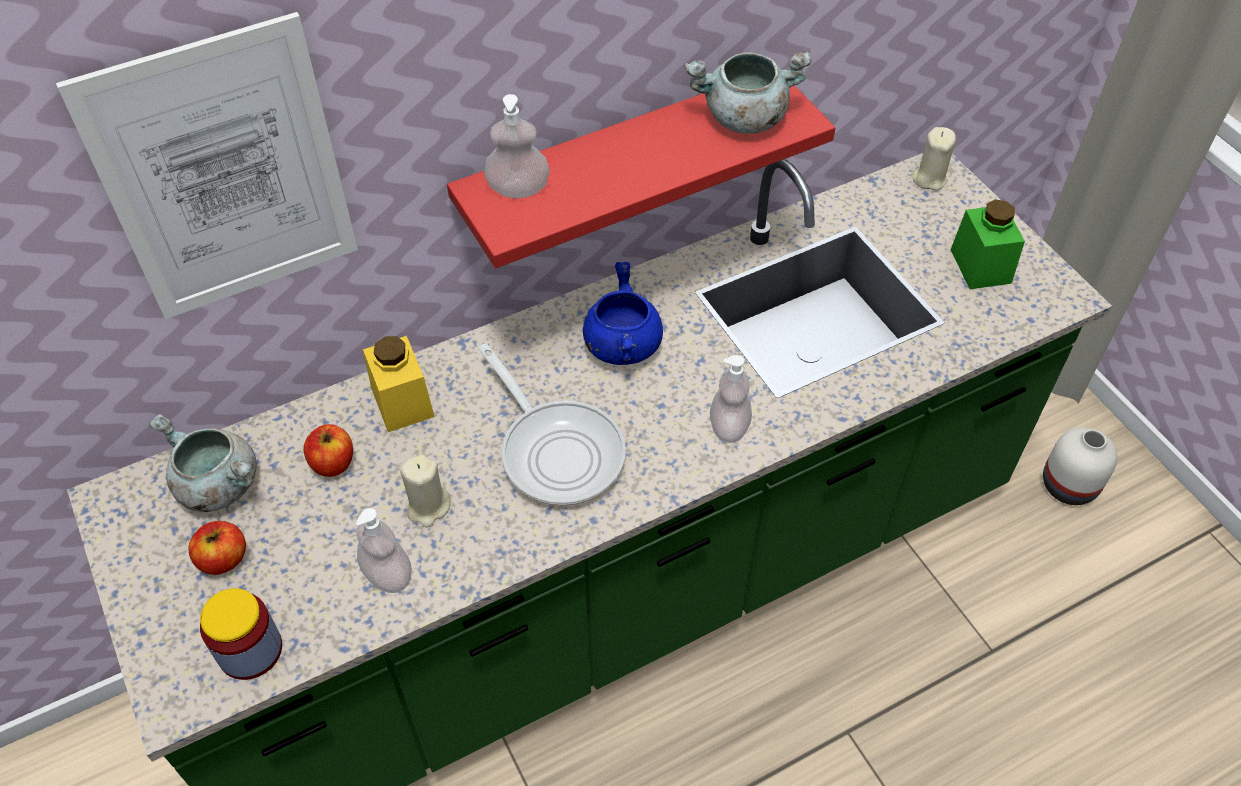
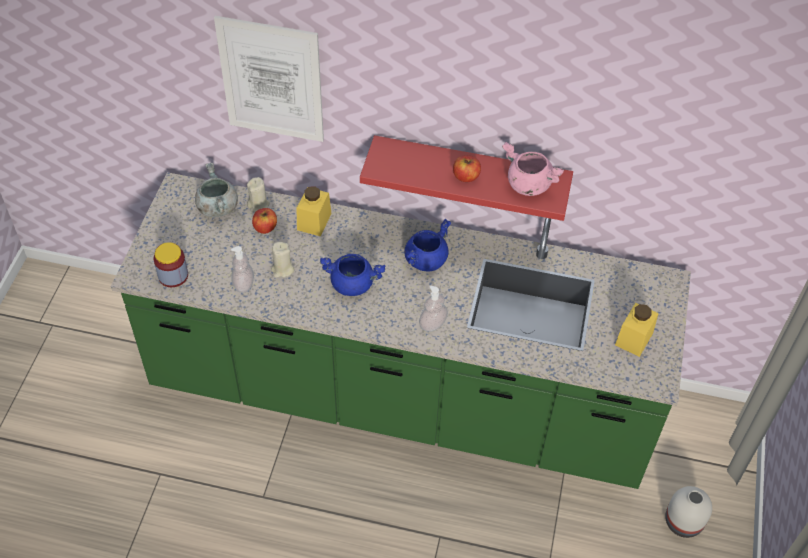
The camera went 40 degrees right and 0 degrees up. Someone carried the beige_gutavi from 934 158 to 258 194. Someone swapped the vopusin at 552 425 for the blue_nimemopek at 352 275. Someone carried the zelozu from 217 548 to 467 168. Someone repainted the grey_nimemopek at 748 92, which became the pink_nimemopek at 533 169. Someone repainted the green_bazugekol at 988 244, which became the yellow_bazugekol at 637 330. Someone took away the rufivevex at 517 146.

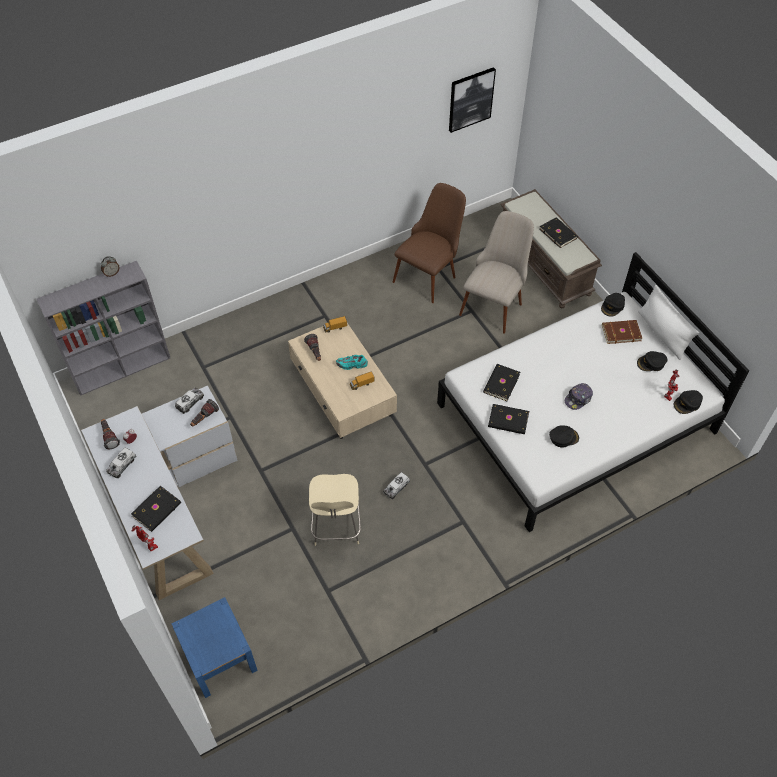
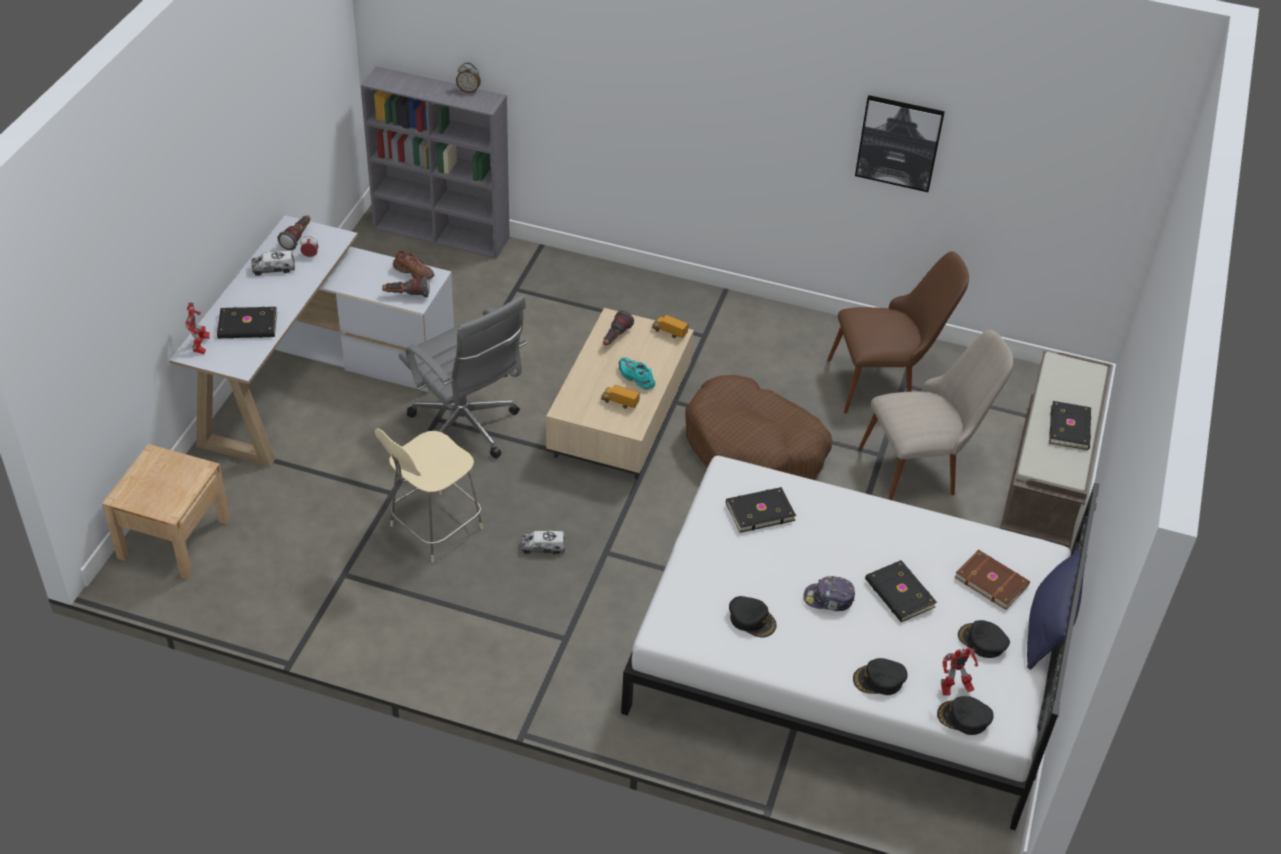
The camera went 45 degrees right and 10 degrees down. Someone repainted the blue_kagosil at 215 647, which became the beige_kagosil at 166 511. Someone swapped the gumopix at 189 400 for the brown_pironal at 413 265. Someone put down the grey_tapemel at 463 376. Someone put down the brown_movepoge at 758 427. Someone carried the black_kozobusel from 613 305 to 880 676. Someone carried the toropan from 472 100 to 900 143. Someone carried the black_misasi from 508 419 to 901 591. Someone repainted the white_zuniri at 668 322, which became the blue_zuniri at 1057 609.

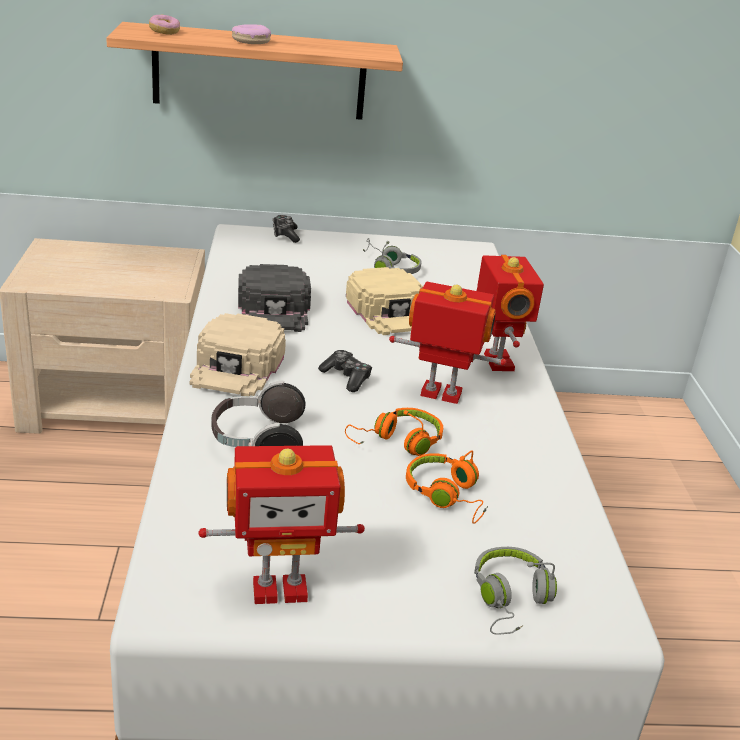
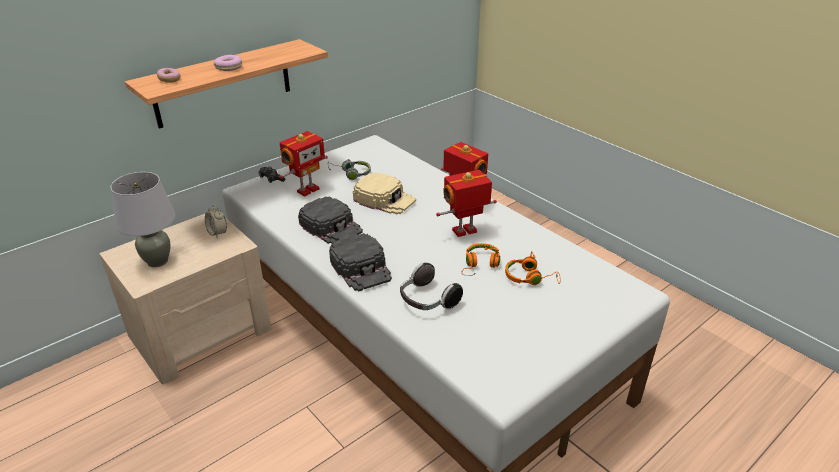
The camera went 35 degrees left and 5 degrees up. Someone put down the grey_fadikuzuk at 143 219. Someone put down the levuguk at 216 221. Someone carried the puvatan from 281 524 to 303 163. Someone repainted the beige_kozobusel at 238 354, which became the black_kozobusel at 360 262. Someone took away the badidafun at 345 371. Someone took away the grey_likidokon at 515 591.

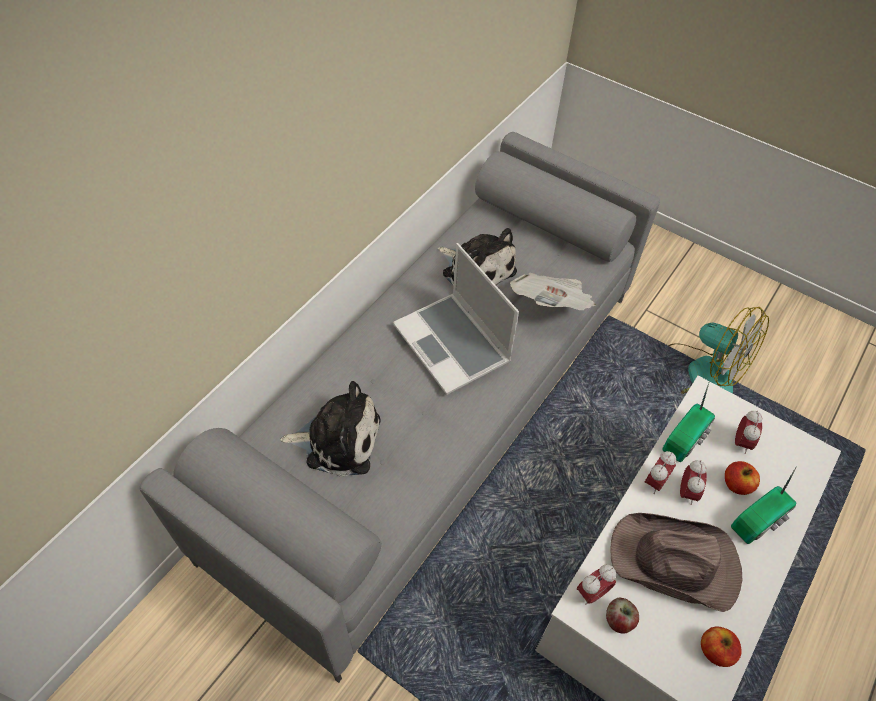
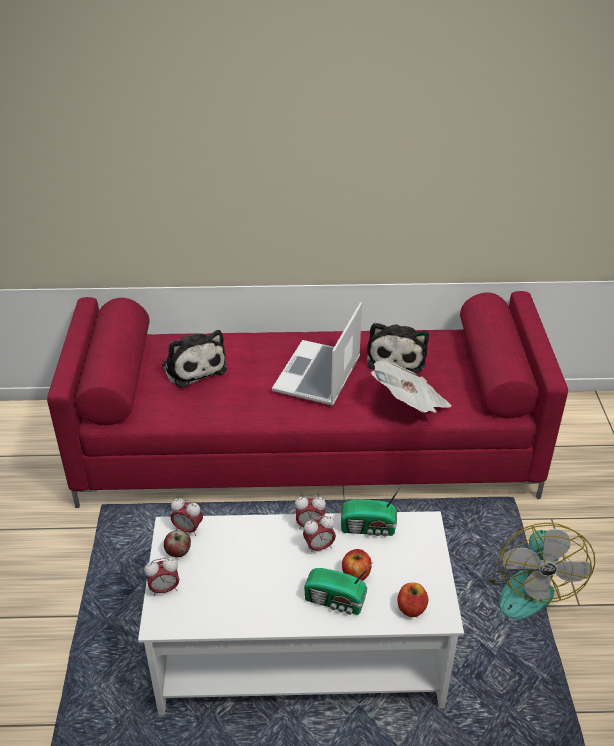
The camera went 55 degrees right and 15 degrees down. Someone repainted the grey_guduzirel at 399 407, which became the red_guduzirel at 307 399. Someone carried the levuguk from 748 432 to 161 576. Someone carried the zelozu from 721 647 to 412 599. Someone took away the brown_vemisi at 676 562.

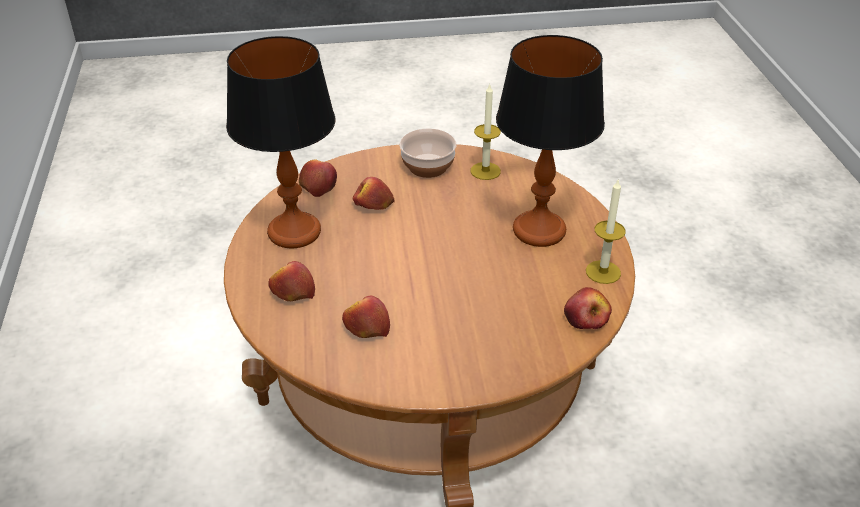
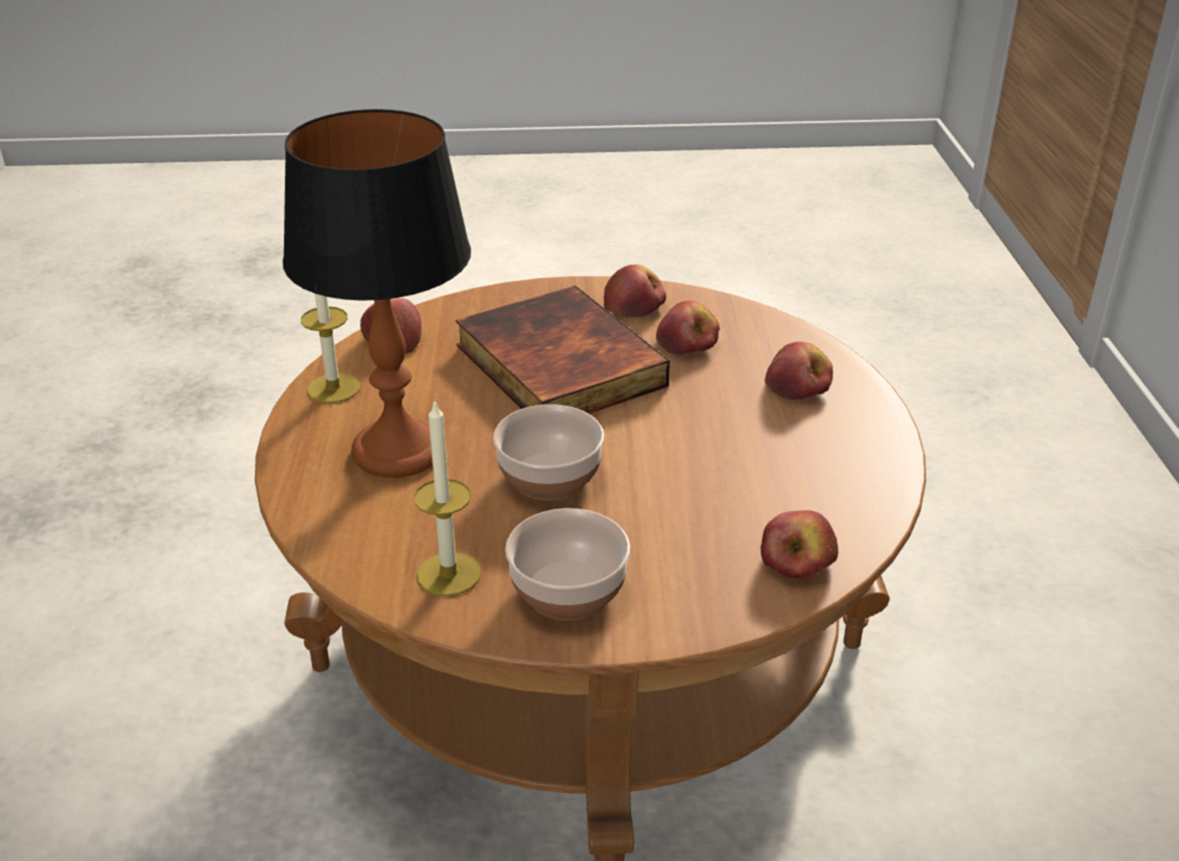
The camera went 175 degrees left and 5 degrees down. Someone put down the misasi at 563 349. Someone put down the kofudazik at 548 452. Someone carried the zelozu from 374 193 to 635 291. Someone took away the fadikuzuk at 281 142.

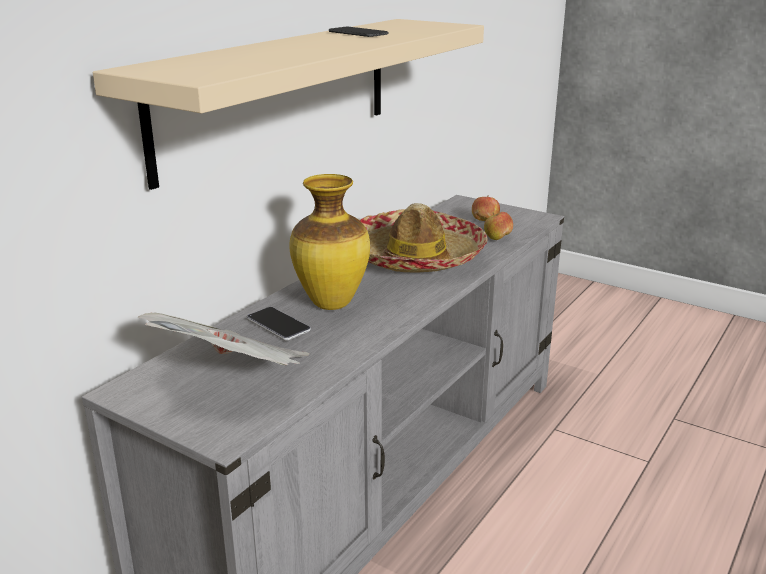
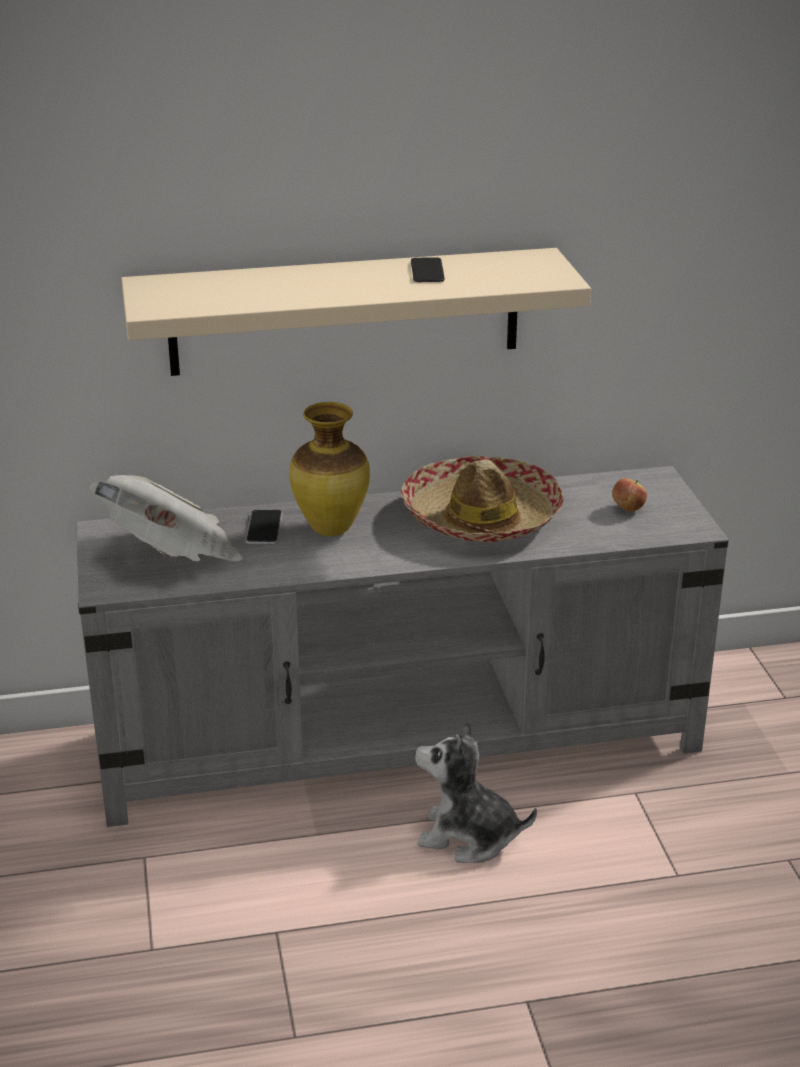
The camera went 45 degrees right and 5 degrees up. Someone put down the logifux at 476 792. Someone took away the zelozu at 498 226.

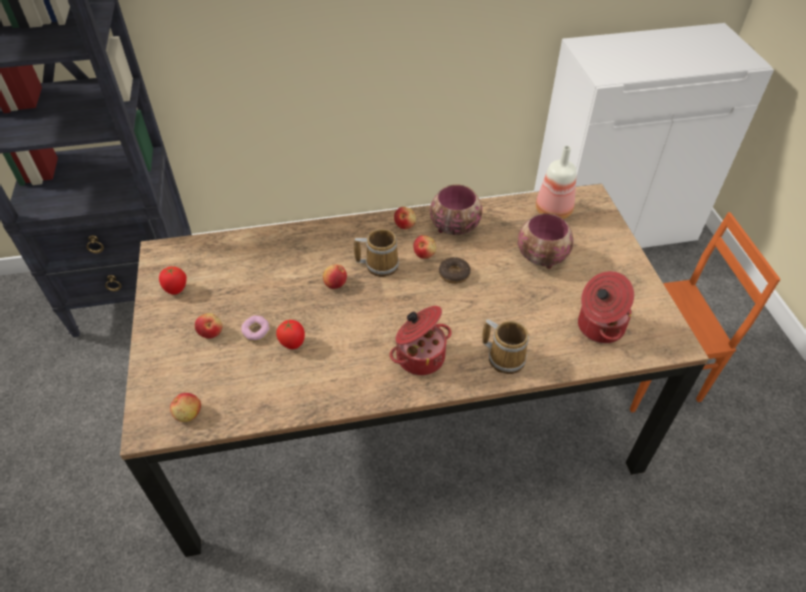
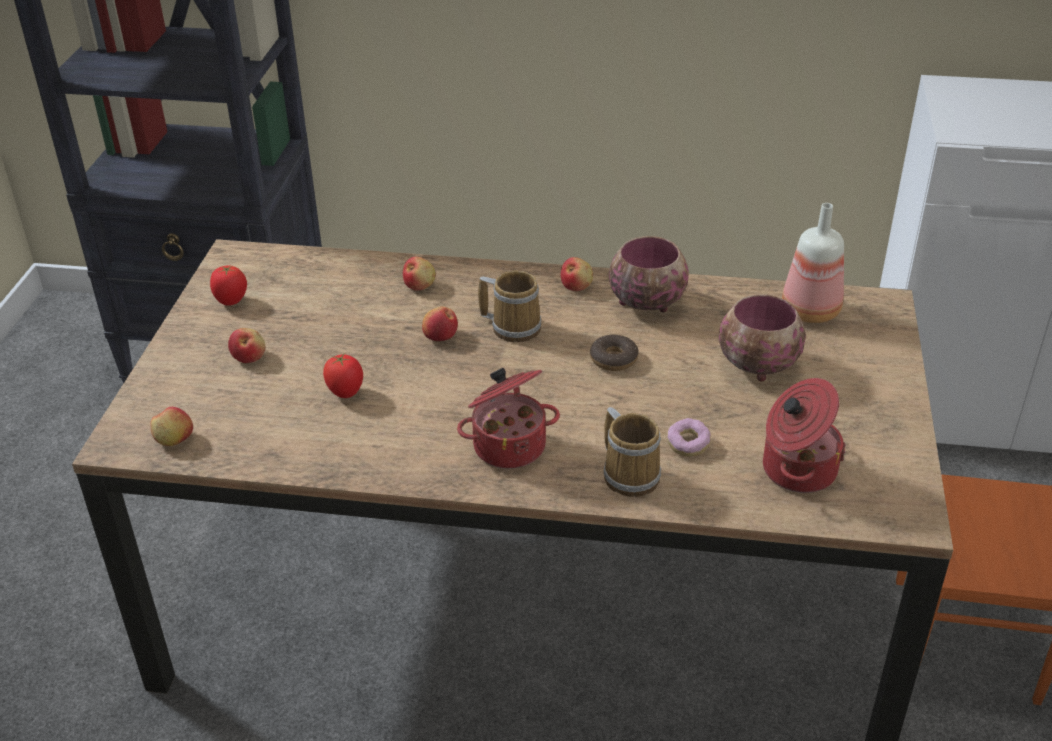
The camera went 20 degrees right and 10 degrees down. Someone carried the zelozu from 424 247 to 419 274. Someone carried the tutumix from 255 329 to 689 437.

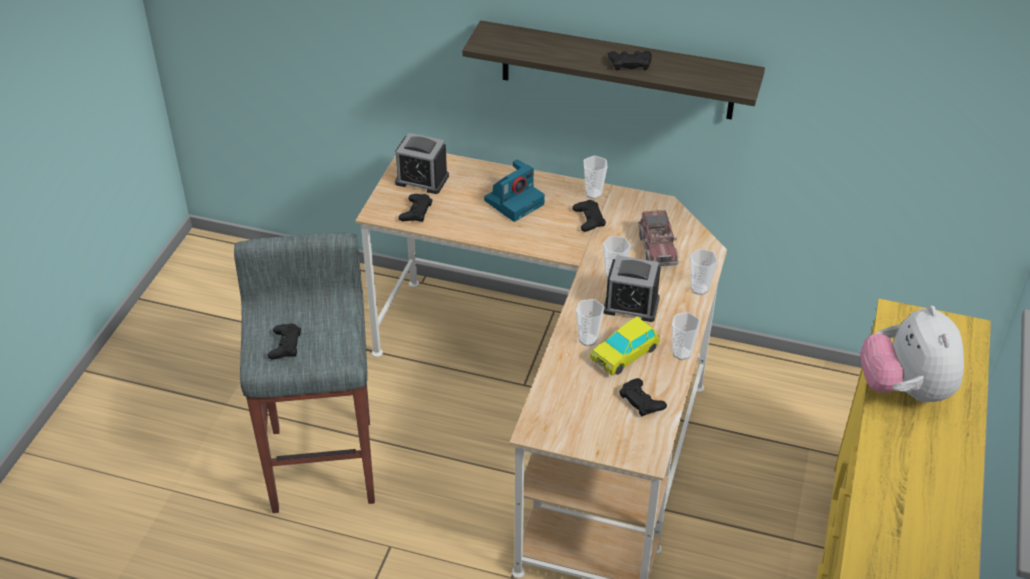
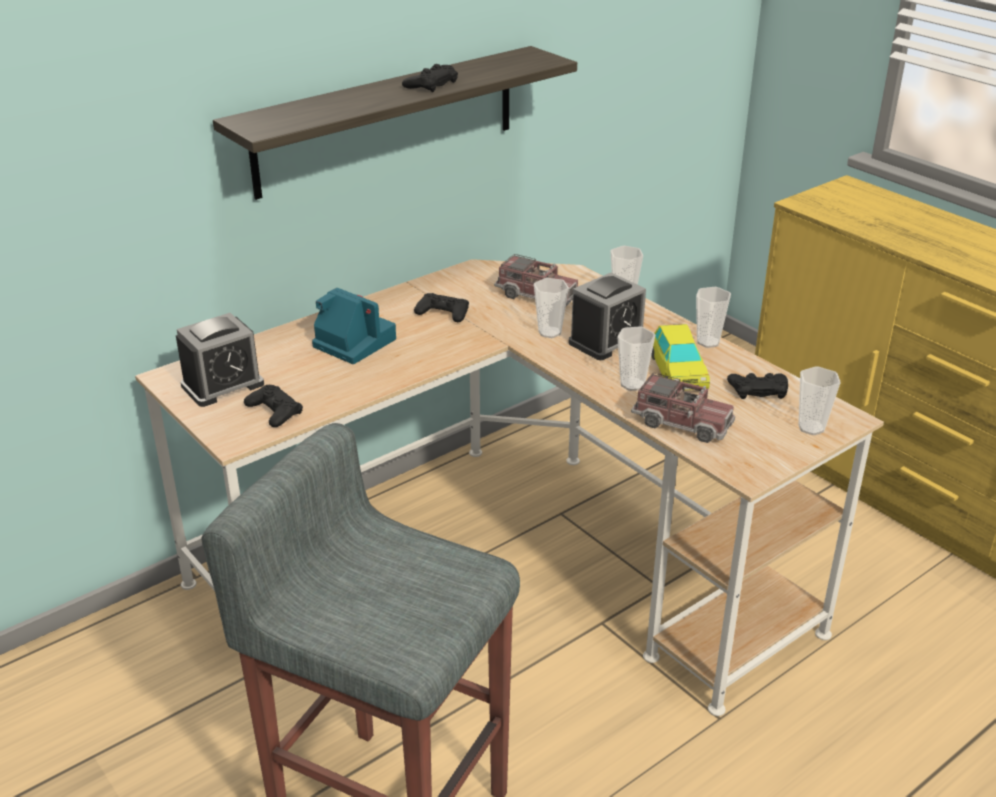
The camera went 55 degrees left and 10 degrees down. Someone rotated the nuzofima at 514 190 by 45 degrees counterclockwise. Someone put down the gumopix at 683 408. Someone carried the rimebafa from 595 177 to 819 400. Someone took away the black_badidafun at 284 341. Someone took away the logifux at 912 354.

